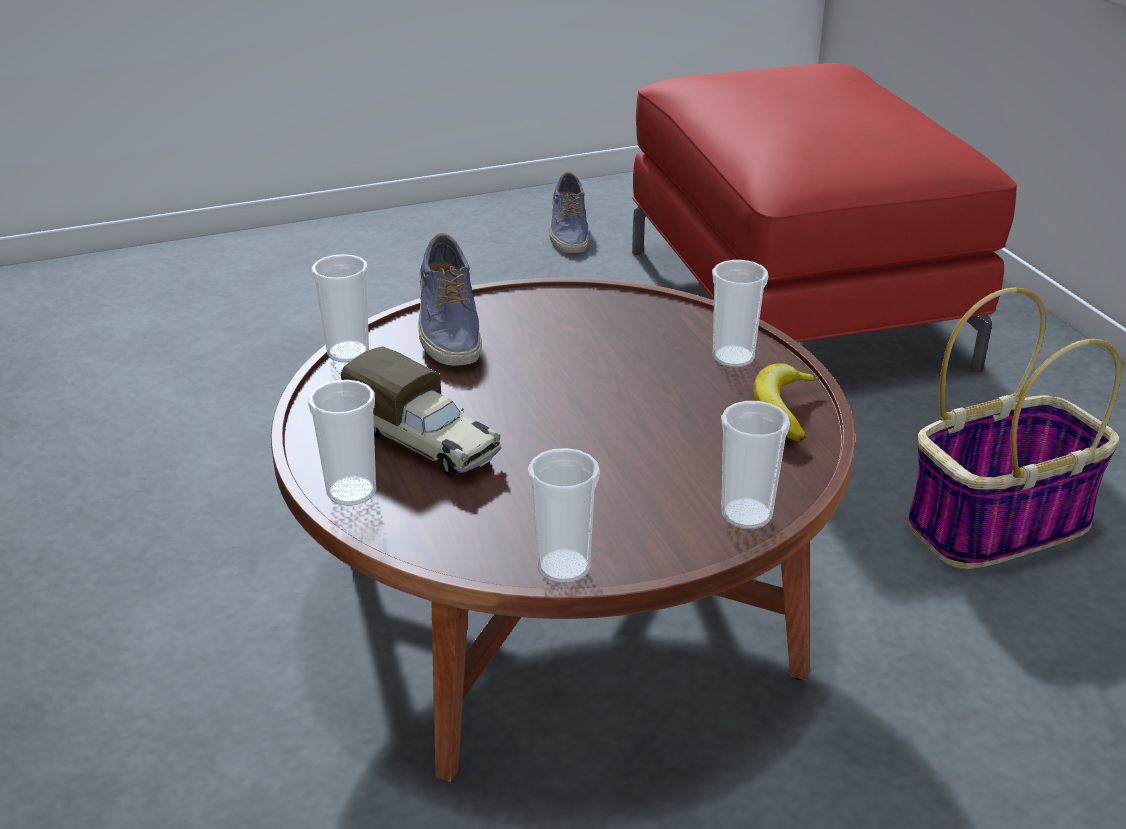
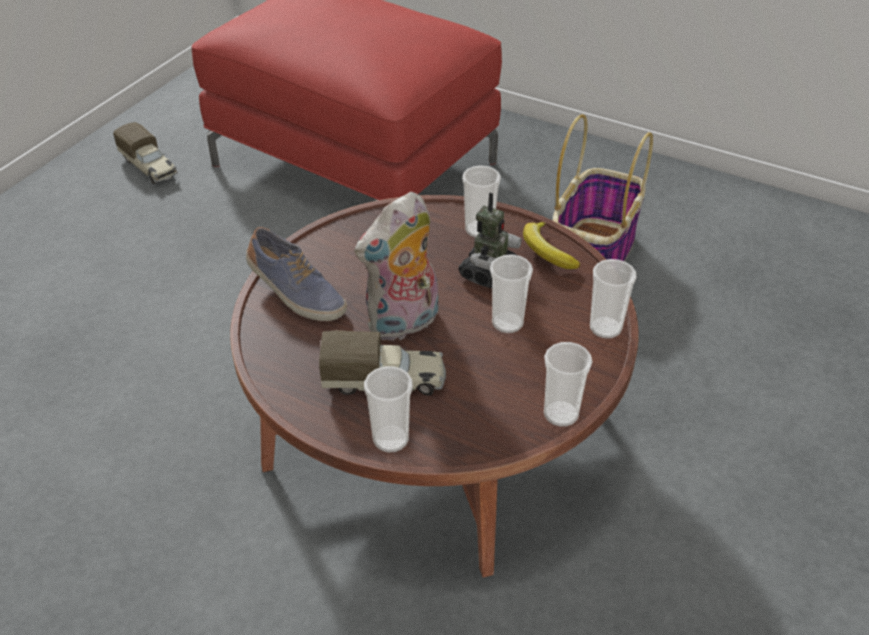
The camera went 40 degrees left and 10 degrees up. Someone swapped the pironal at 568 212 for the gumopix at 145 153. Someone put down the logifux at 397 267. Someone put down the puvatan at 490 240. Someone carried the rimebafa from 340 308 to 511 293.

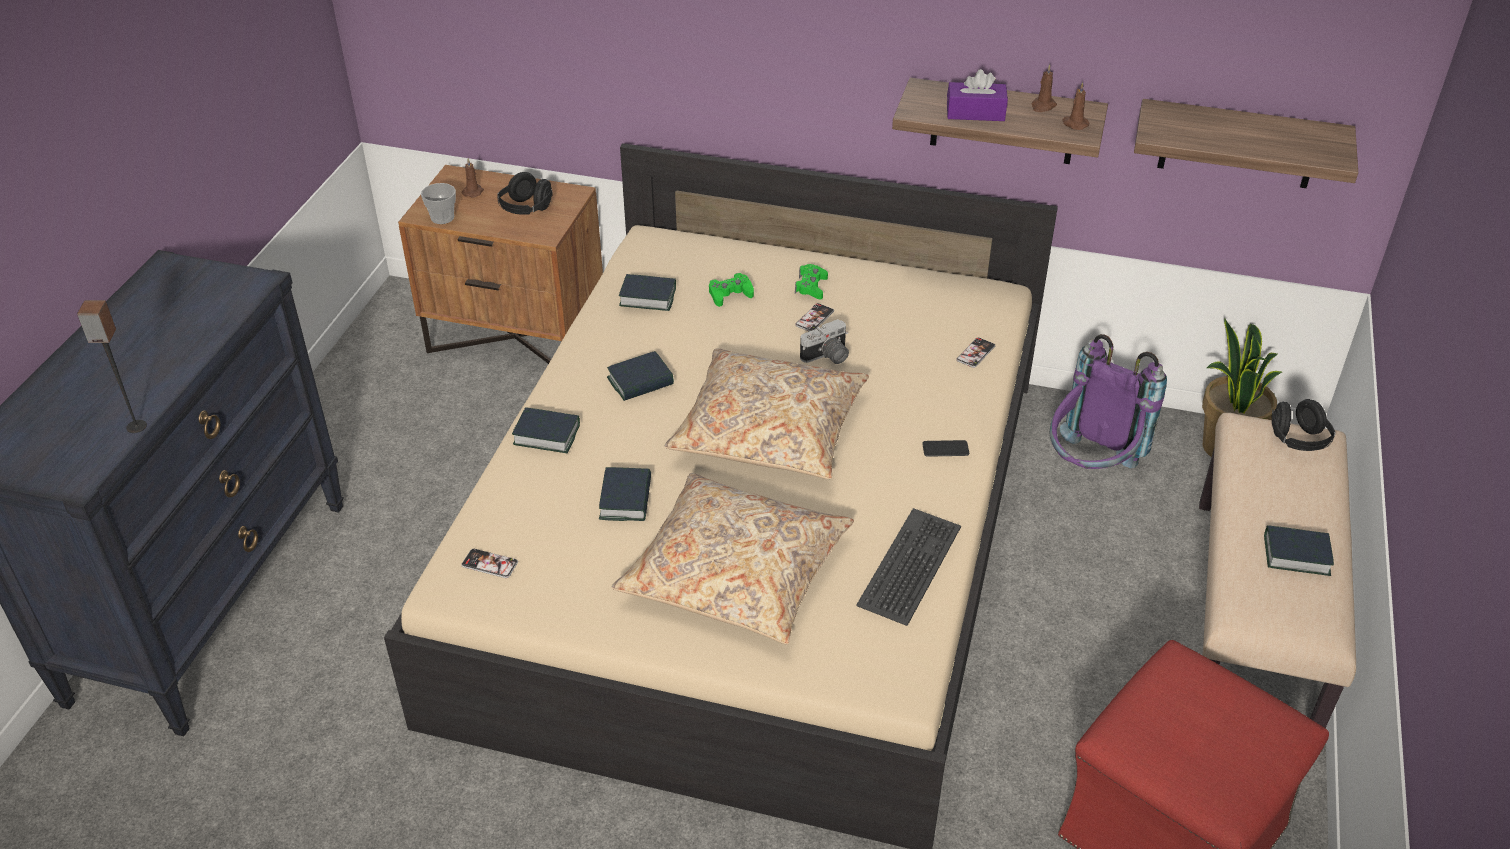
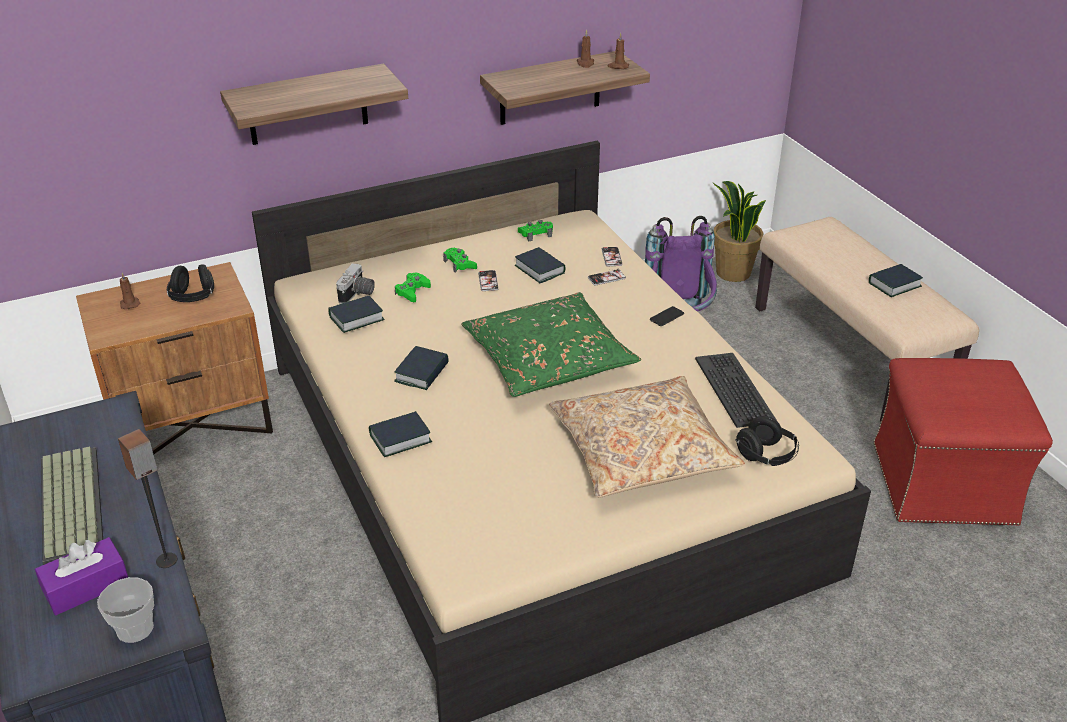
The camera went 40 degrees left and 5 degrees down. Someone carried the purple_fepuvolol from 977 95 to 81 576. Someone put down the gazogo at 72 505. Someone carried the rimebafa from 438 203 to 125 610. Someone carried the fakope from 1246 143 to 314 104. Someone carried the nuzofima from 824 341 to 355 283. Someone repainted the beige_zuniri at 766 414, which became the green_zuniri at 551 344. Someone carried the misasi from 625 494 to 540 265. Someone put down the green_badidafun at 535 231. Someone carried the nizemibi from 489 563 to 607 277. Someone carried the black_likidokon from 1303 425 to 767 441.

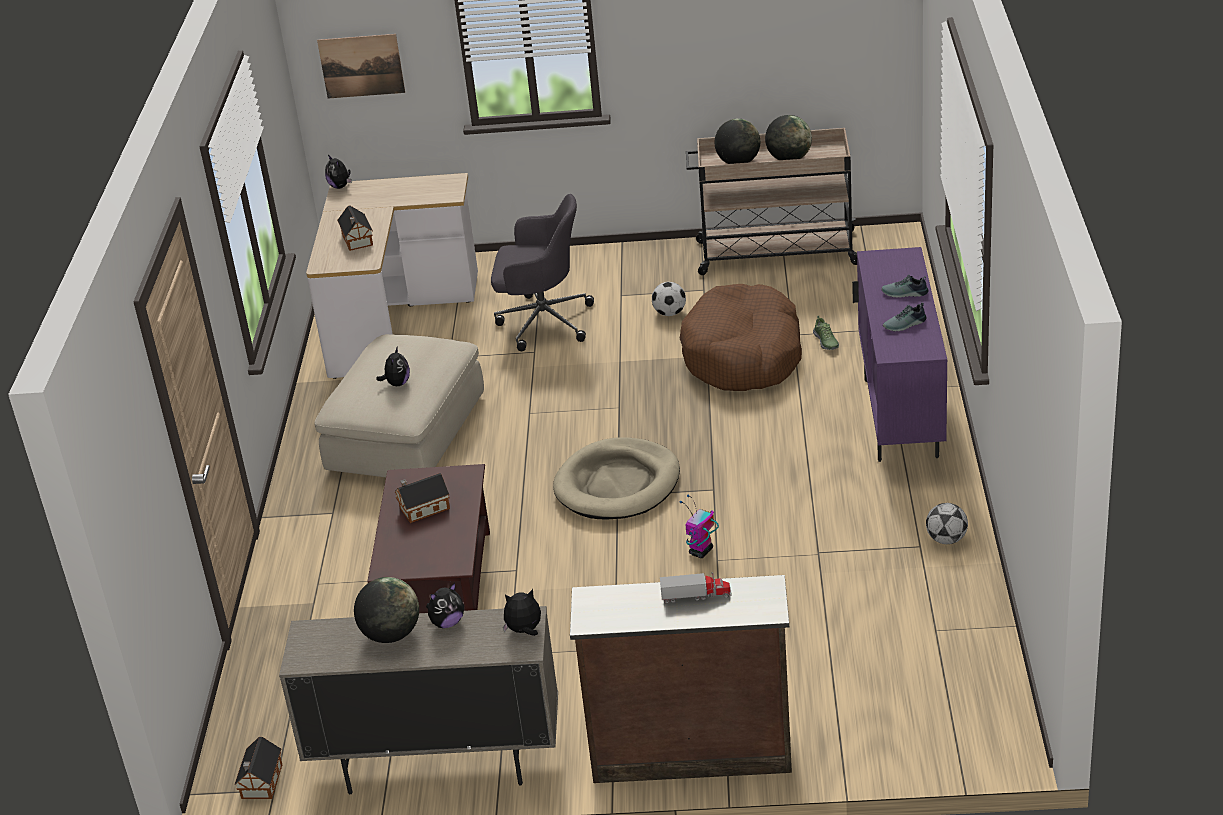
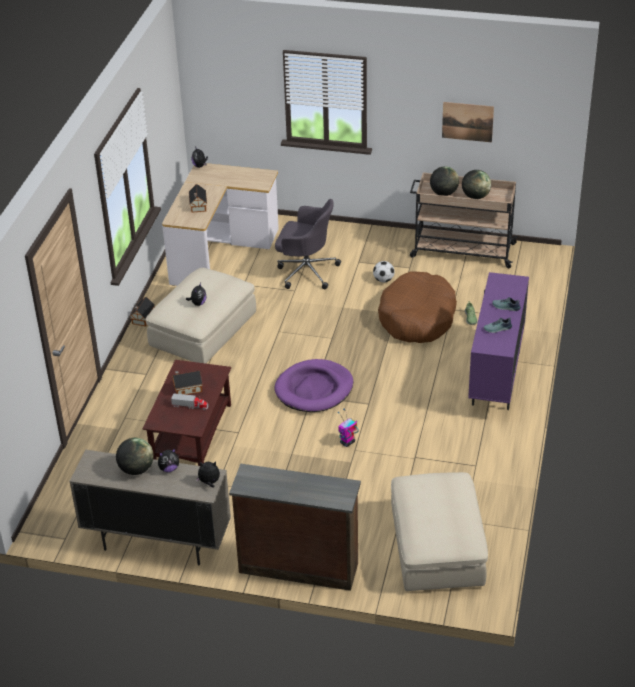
The camera went 10 degrees right and 5 degrees up. Someone carried the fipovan from 258 768 to 142 311. Someone carried the gumopix from 696 587 to 189 401. Someone repainted the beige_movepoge at 616 478, which became the purple_movepoge at 313 385. Someone put down the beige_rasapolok at 439 531. Someone carried the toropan from 361 66 to 468 122. Someone took away the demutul at 947 523.

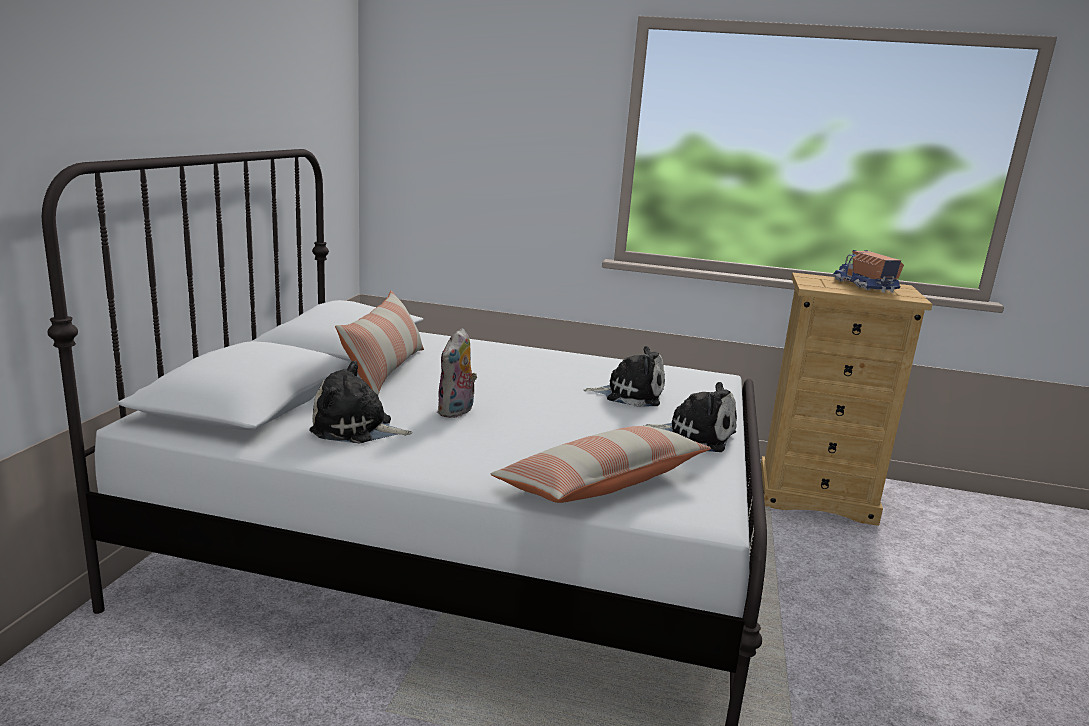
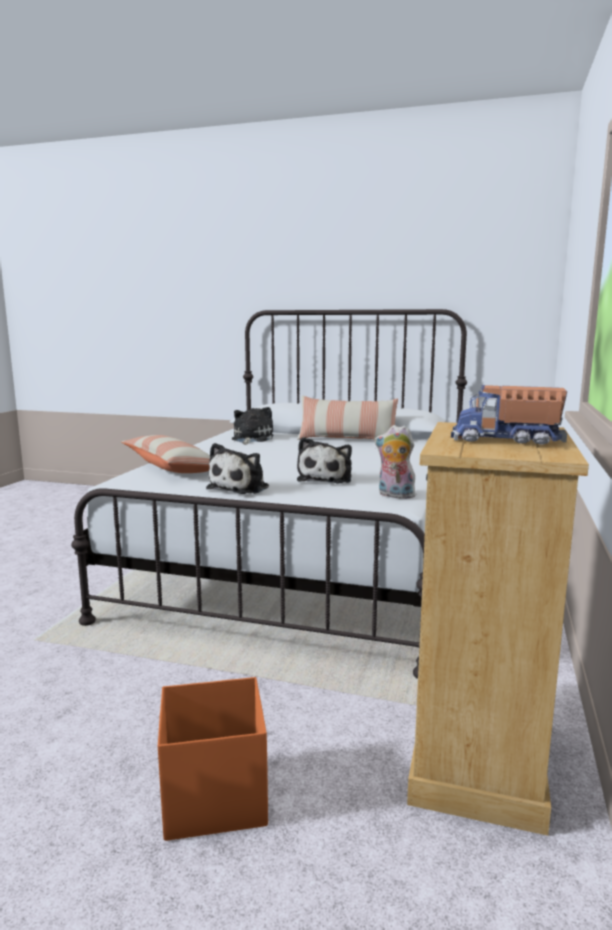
The camera went 95 degrees right and 5 degrees down. Someone put down the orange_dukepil at 213 759. Someone carried the logifux from 457 373 to 395 462. Someone rotated the gumopix at 868 271 by 150 degrees counterclockwise.

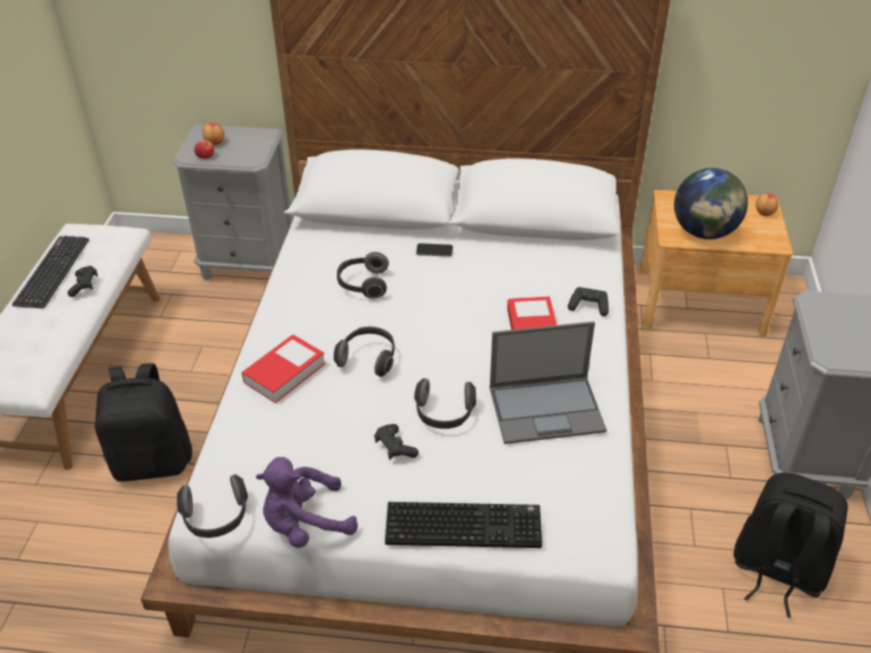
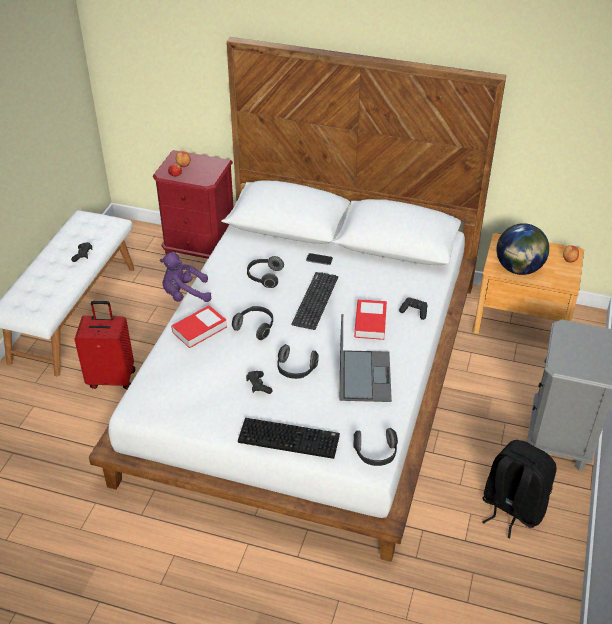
The camera went 10 degrees right and 0 degrees up. Someone swapped the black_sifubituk at 143 422 for the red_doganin at 104 345. Someone repainted the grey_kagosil at 232 202, which became the red_kagosil at 193 204. Someone carried the purple_logifux from 307 502 to 186 277. Someone carried the gazogo from 50 272 to 314 301. Someone rotated the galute at 548 382 by 90 degrees counterclockwise. Someone carried the likidokon from 212 506 to 375 447.

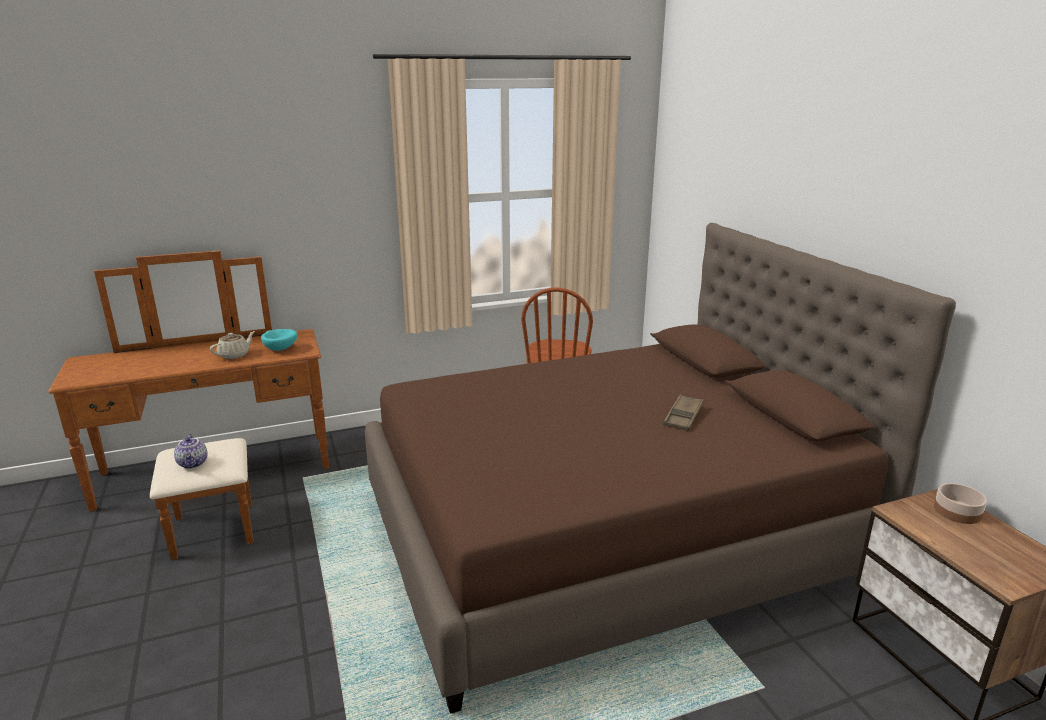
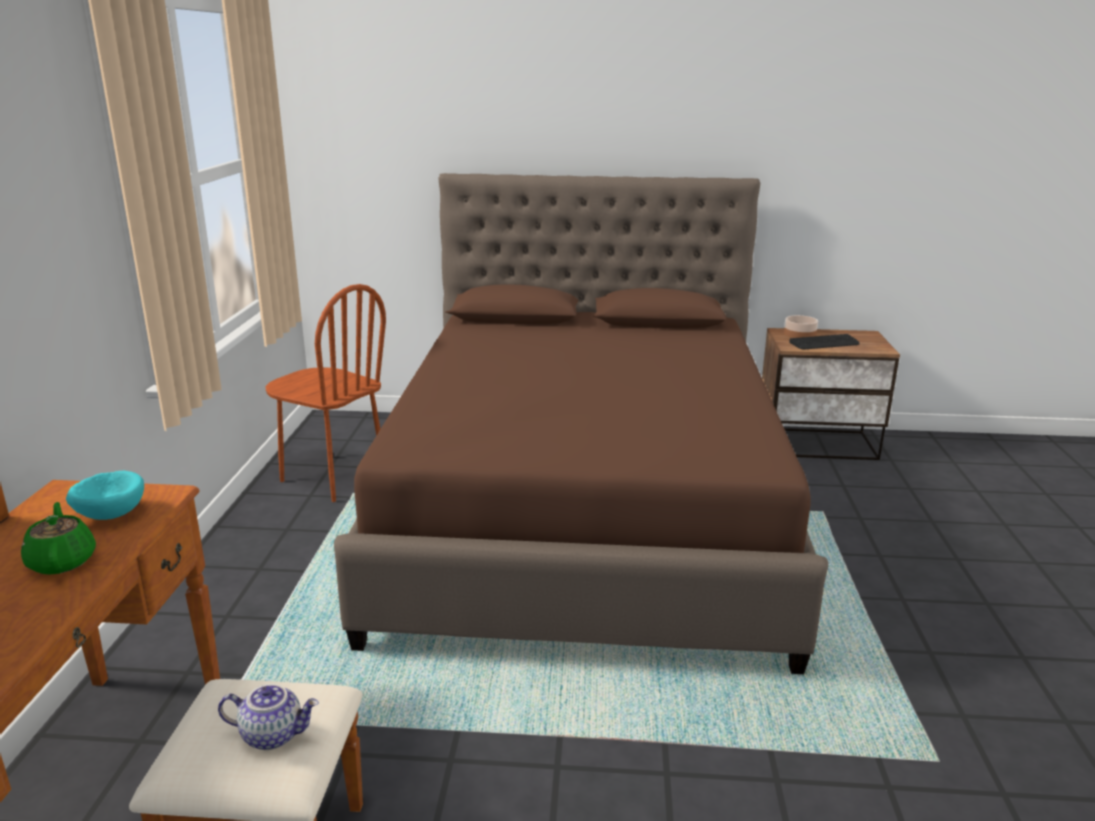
The camera went 65 degrees left and 0 degrees up. Someone repainted the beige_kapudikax at 232 345, which became the green_kapudikax at 58 538. Someone put down the gazogo at 824 341. Someone took away the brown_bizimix at 683 413.

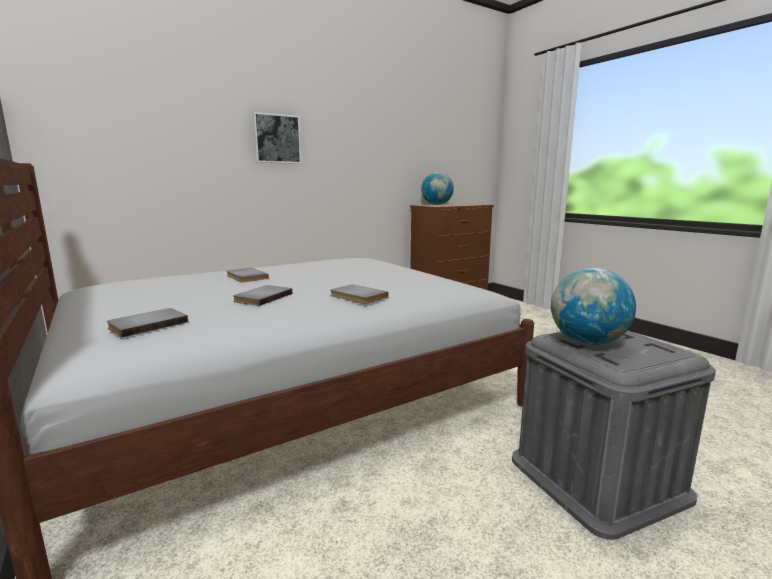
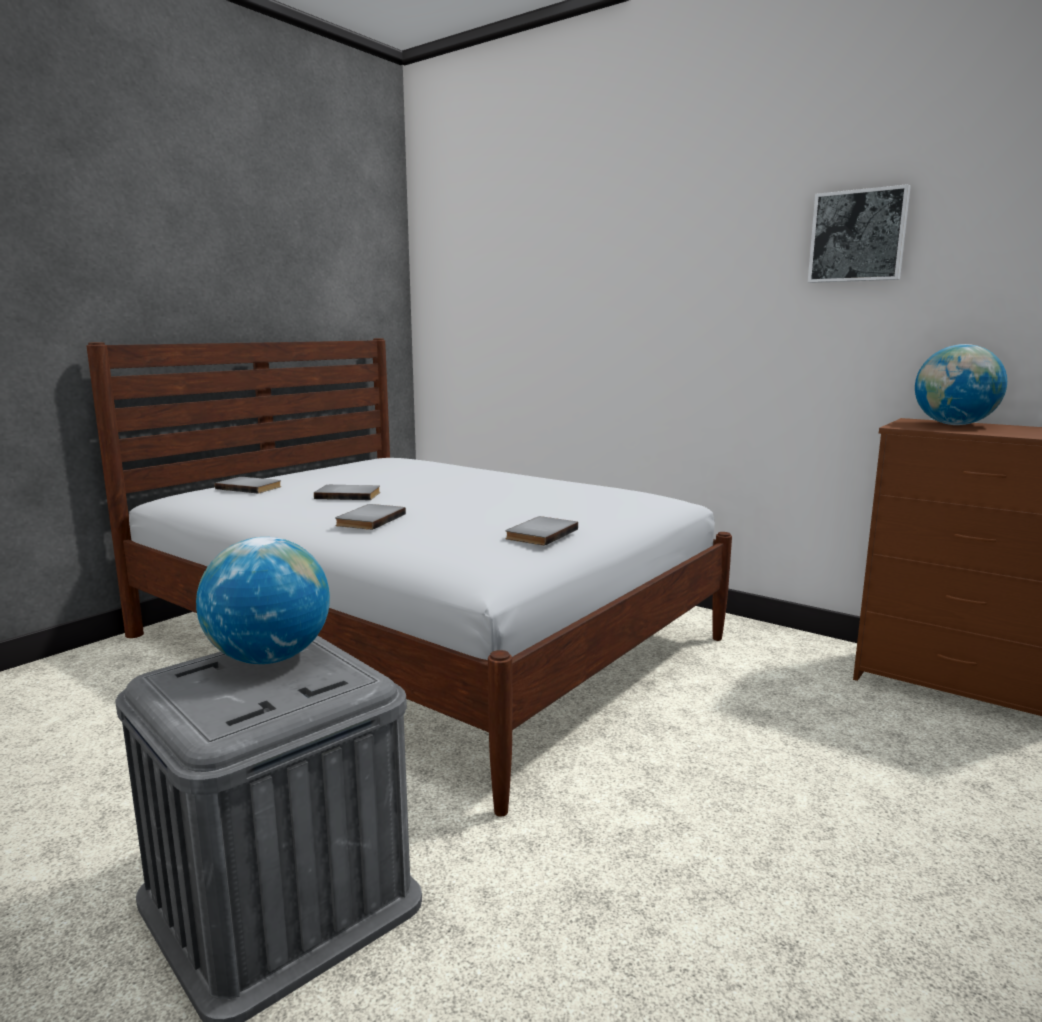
The camera went 70 degrees right and 0 degrees up. Someone carried the grey_misasi from 248 275 to 541 531. Someone carried the toropan from 277 138 to 859 233.

